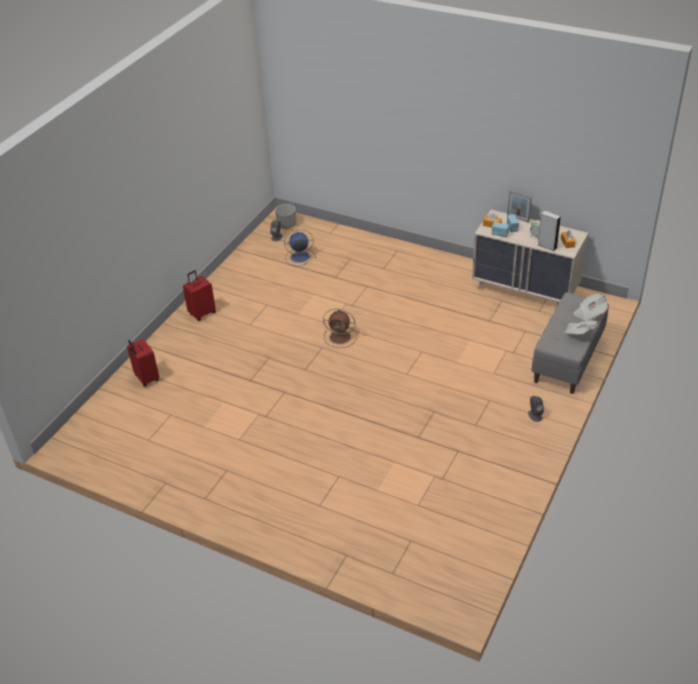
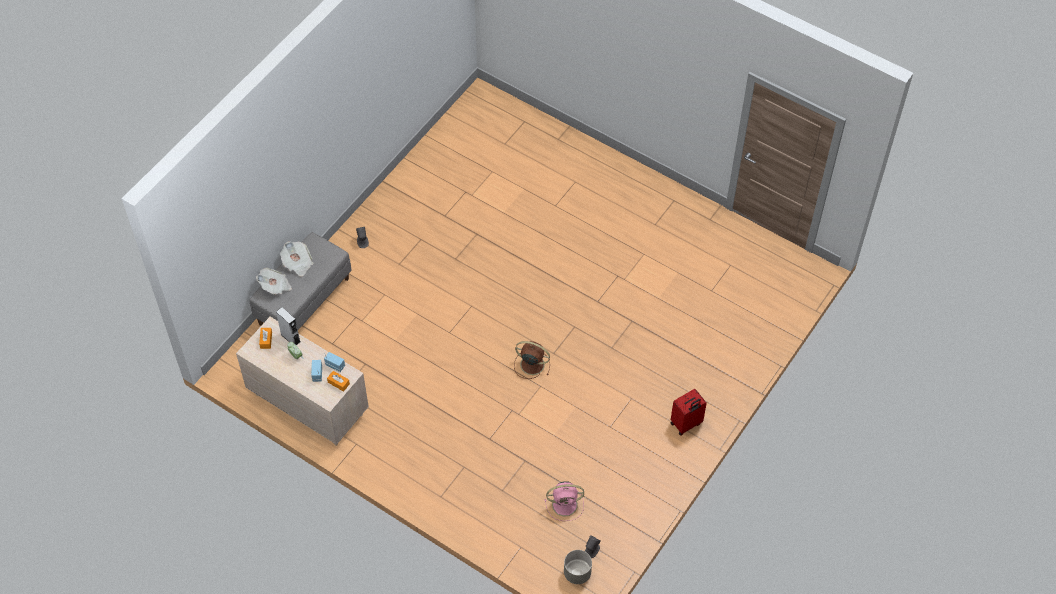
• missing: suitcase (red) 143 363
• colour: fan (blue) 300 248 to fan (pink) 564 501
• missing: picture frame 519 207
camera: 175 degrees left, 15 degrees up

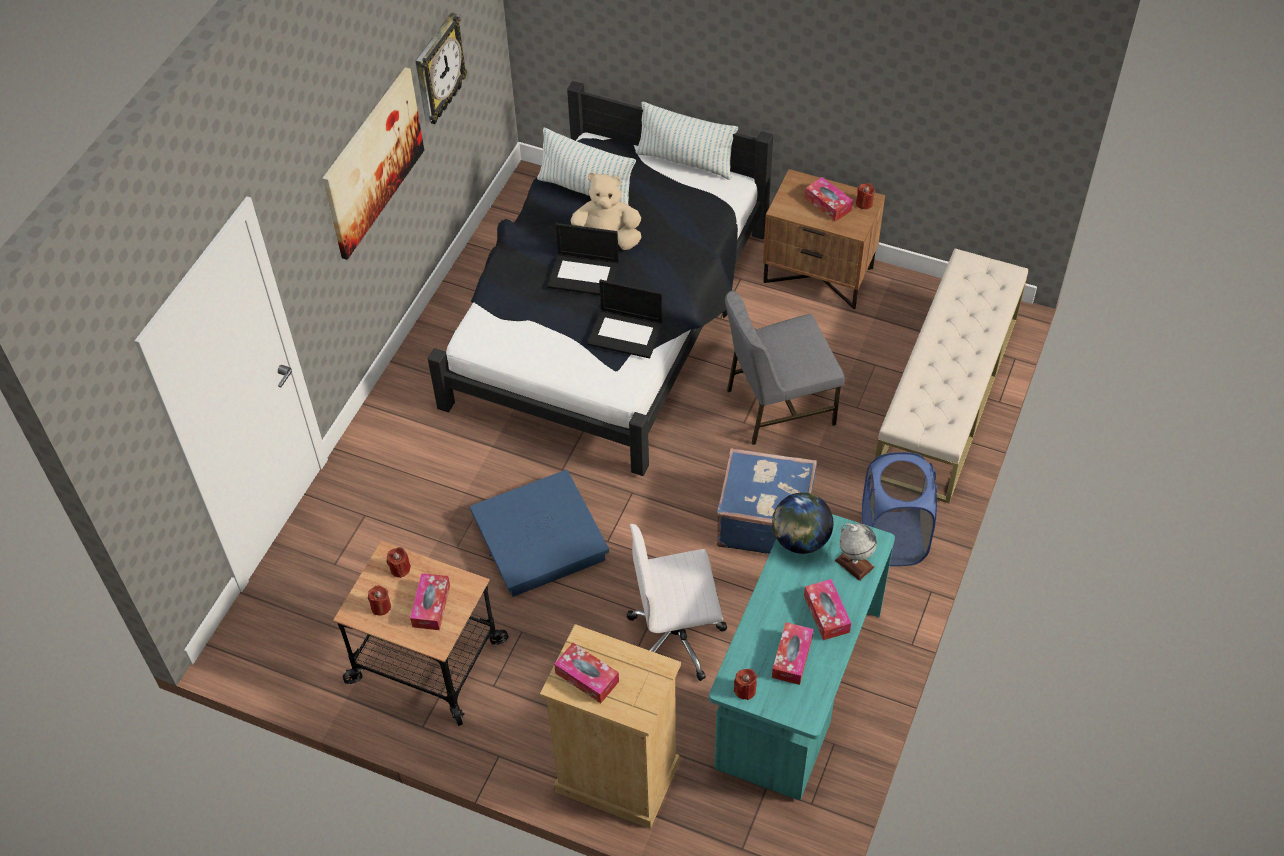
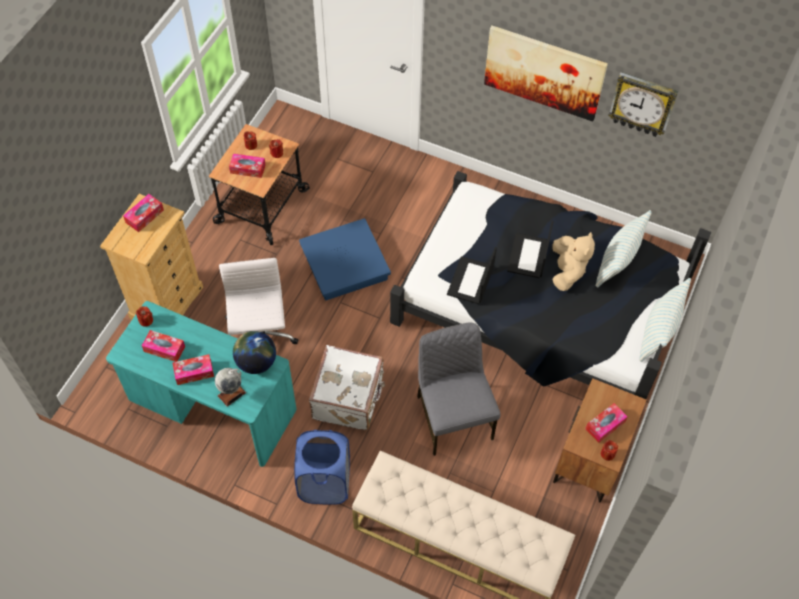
• colour: suitcase (blue) 766 501 to suitcase (white) 347 388
camera: 90 degrees right, 5 degrees up

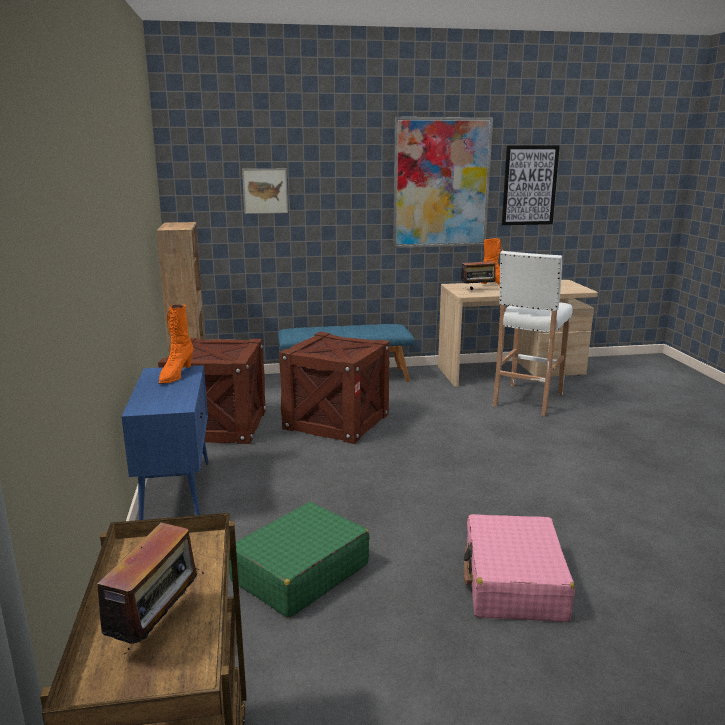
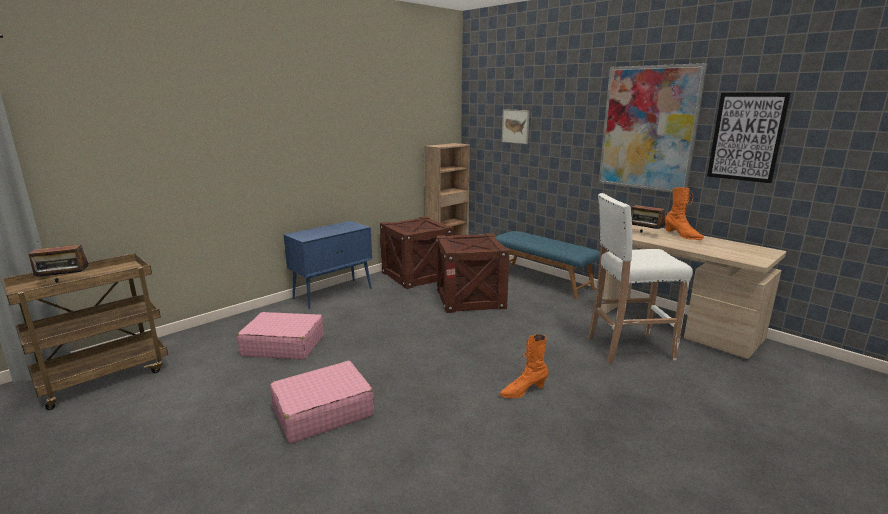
• relocated: boot (orange) 175 343 to 524 366
• colour: suitcase (green) 299 560 to suitcase (pink) 280 336
camera: 55 degrees right, 0 degrees up

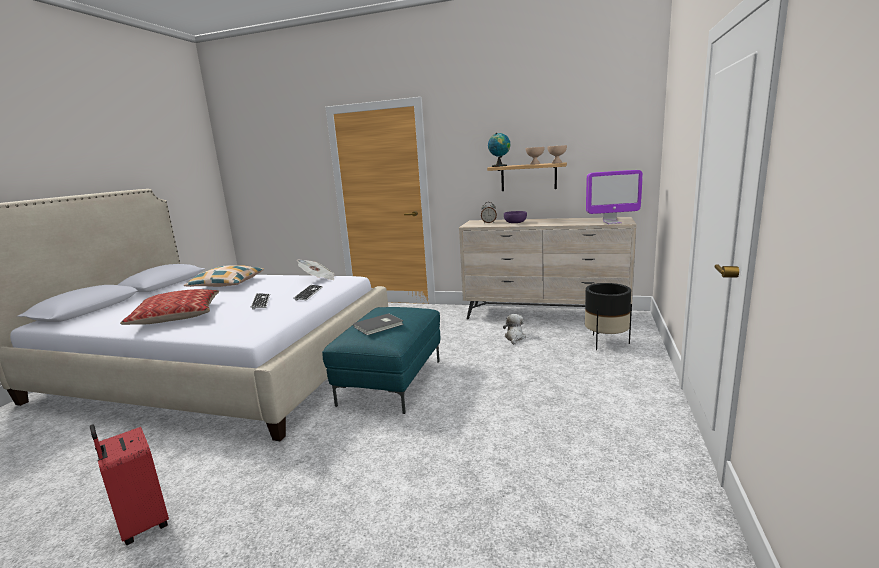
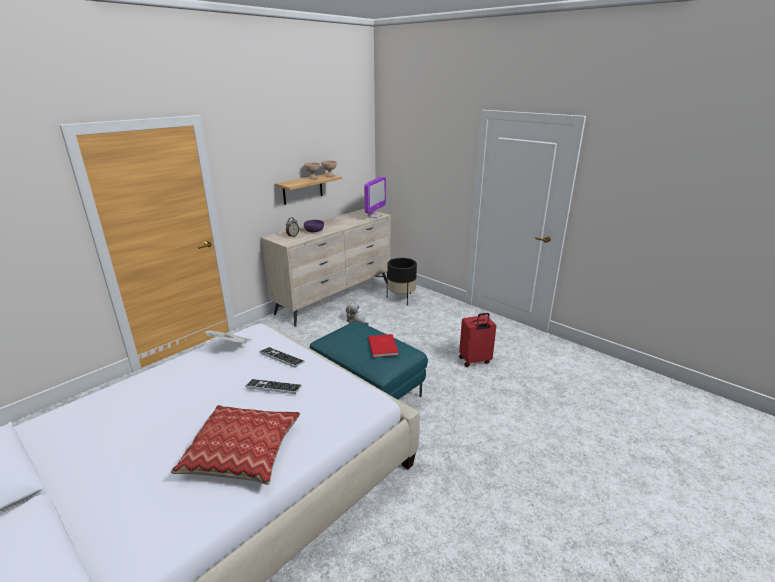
• relocated: suitcase (red) 129 484 to 477 340
• missing: pillow 224 276
• colour: book (grey) 378 324 to book (red) 383 346
• missing: globe 499 150
camera: 65 degrees left, 10 degrees up

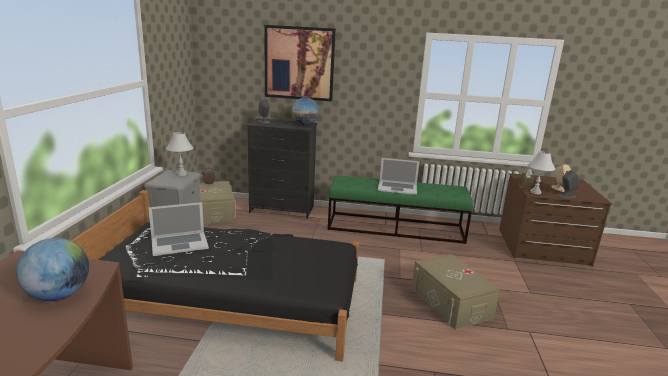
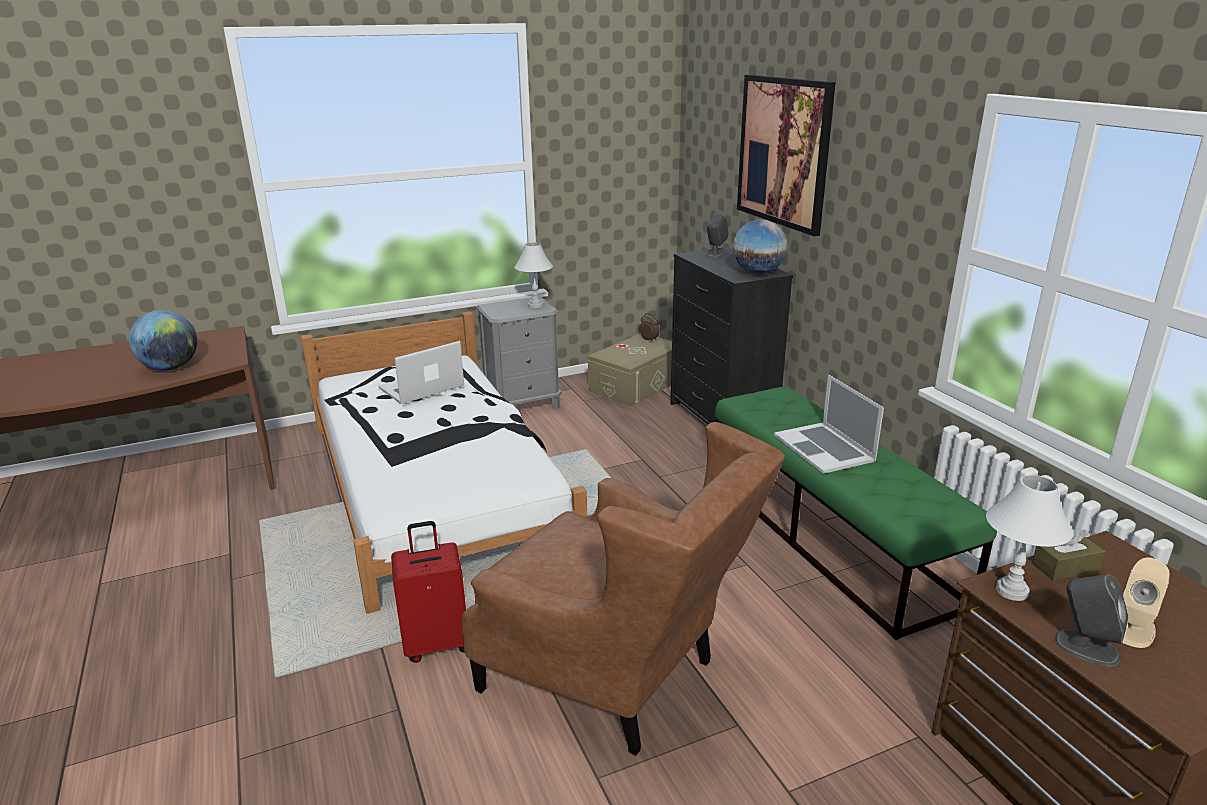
• colour: bed (black) 215 276 to bed (white) 444 462
• spun: laptop 178 229 = 421 372 105 degrees clockwise
• exchanged: storage box (beige) 456 292 to armchair (brown) 623 589
• appeared: suitcase (red) 428 592
camera: 60 degrees right, 5 degrees up

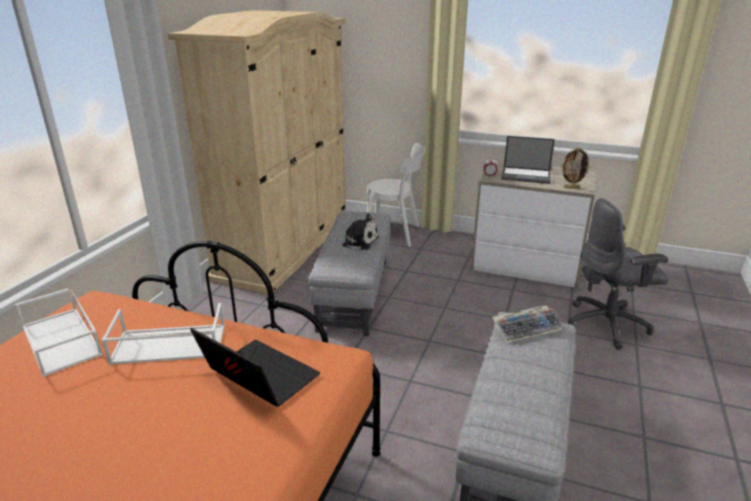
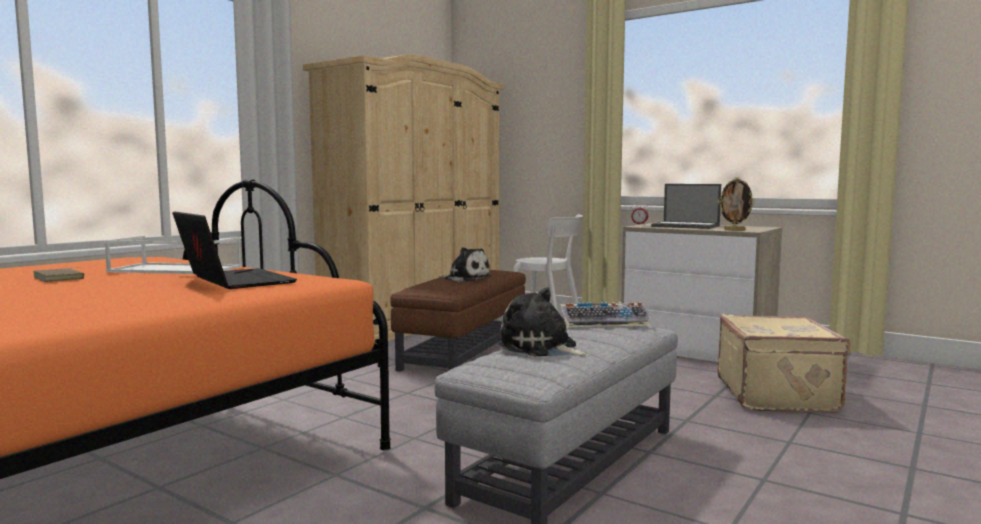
• missing: tray (white) 59 332
• colour: ottoman (grey) 349 273 to ottoman (brown) 458 321
• exchanged: office chair (grey) 618 274 to suitcase (beige) 783 363
• appeared: book (brown) 59 274
• appeared: plush toy 544 322
camera: 15 degrees right, 20 degrees down

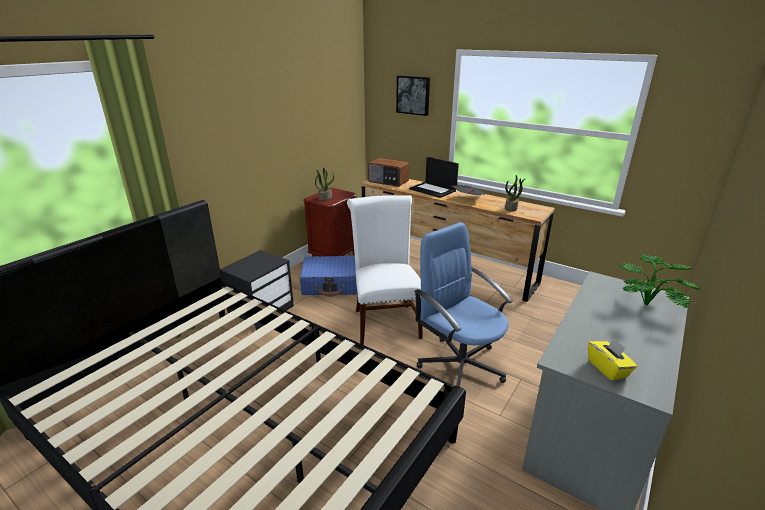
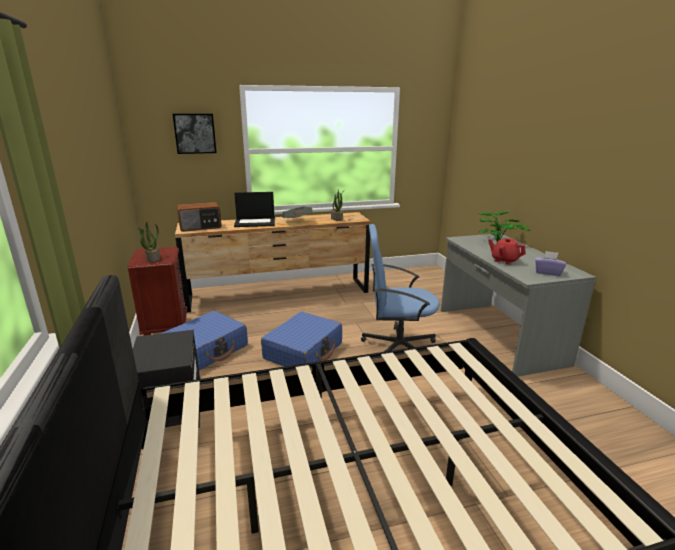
• exchanged: chair (white) 385 270 to suitcase (blue) 301 339
• colour: tissue box (yellow) 612 359 to tissue box (purple) 550 263
• appeared: teapot (red) 507 251
camera: 50 degrees left, 5 degrees down

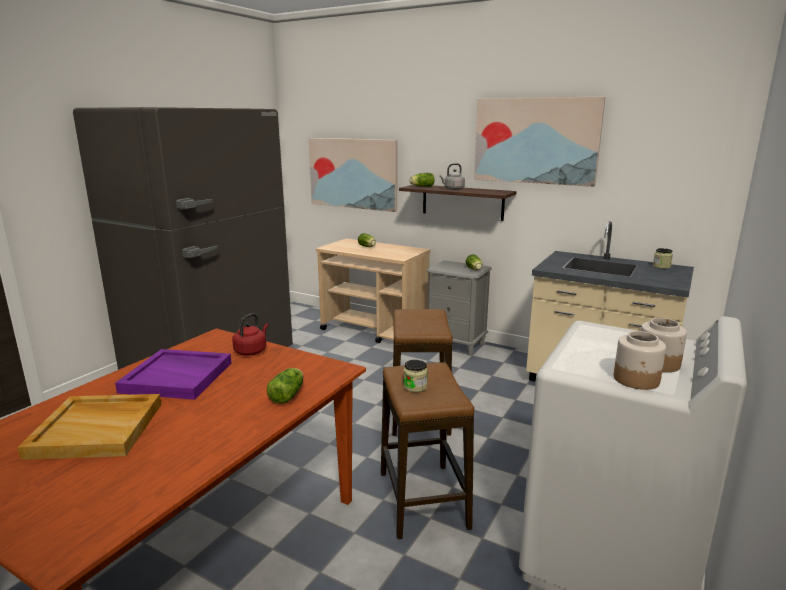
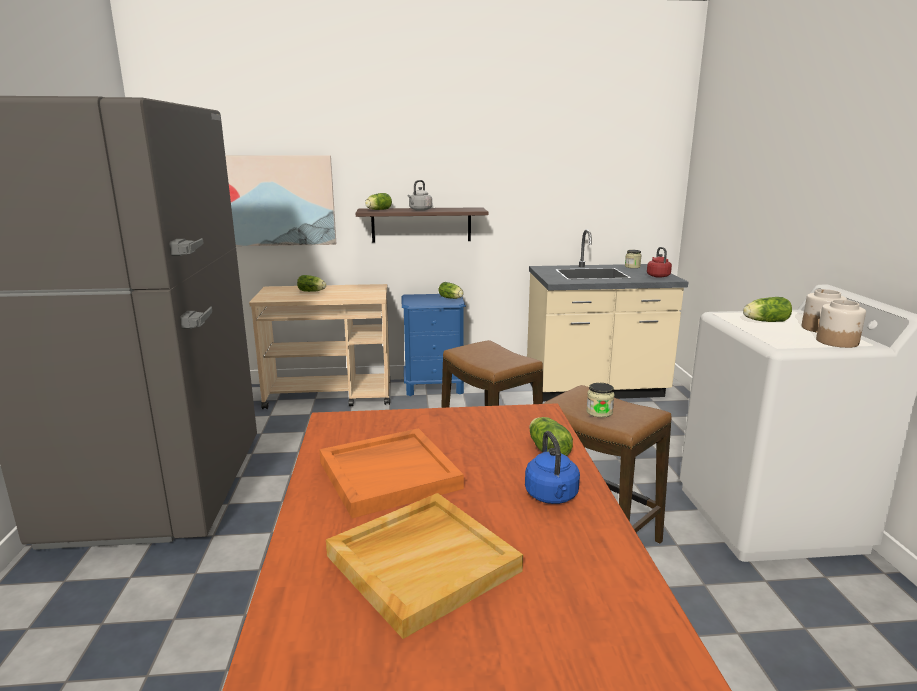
• colour: tray (purple) 173 374 to tray (orange) 391 473
• relocated: kettle (red) 250 334 to 659 262
• colour: nightstand (grey) 459 308 to nightstand (blue) 434 345
• missing: picture 540 142
• appeared: kettle (blue) 552 467
• appeared: lettuce 767 309
camera: 35 degrees left, 0 degrees up

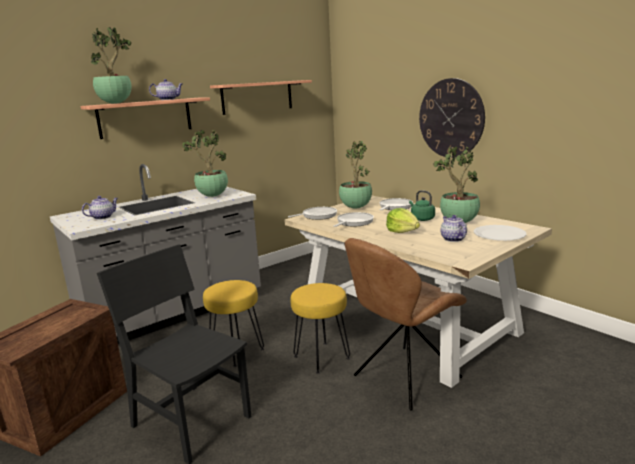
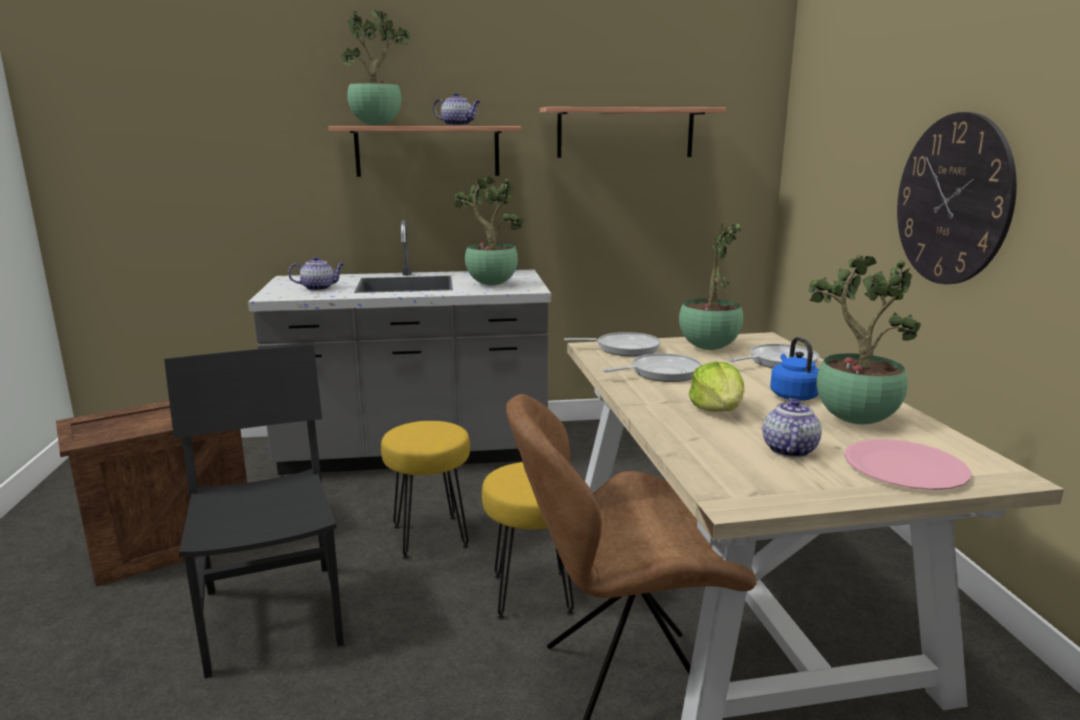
• colour: kettle (green) 422 205 to kettle (blue) 794 369
• colour: plate (white) 500 233 to plate (pink) 907 464
camera: 30 degrees right, 0 degrees up

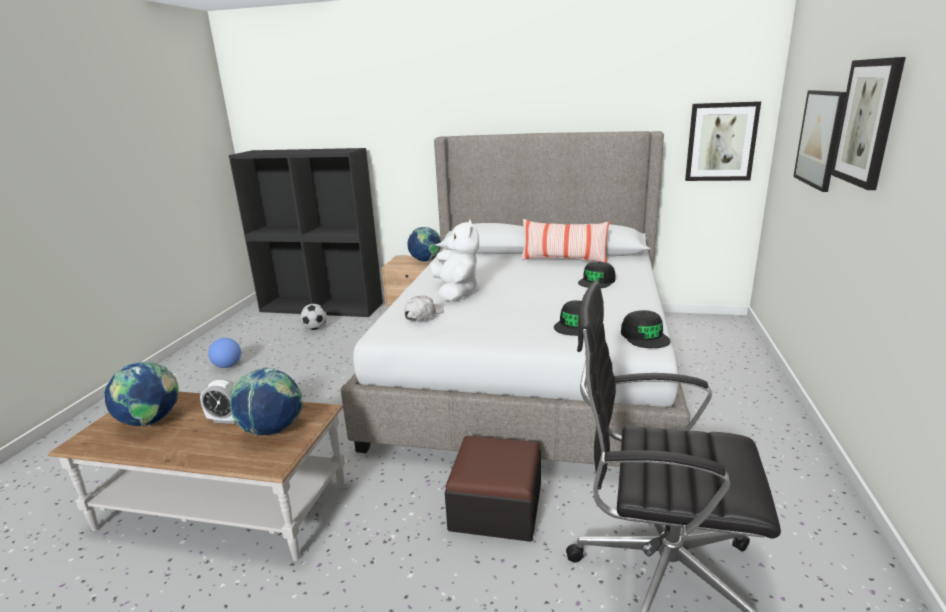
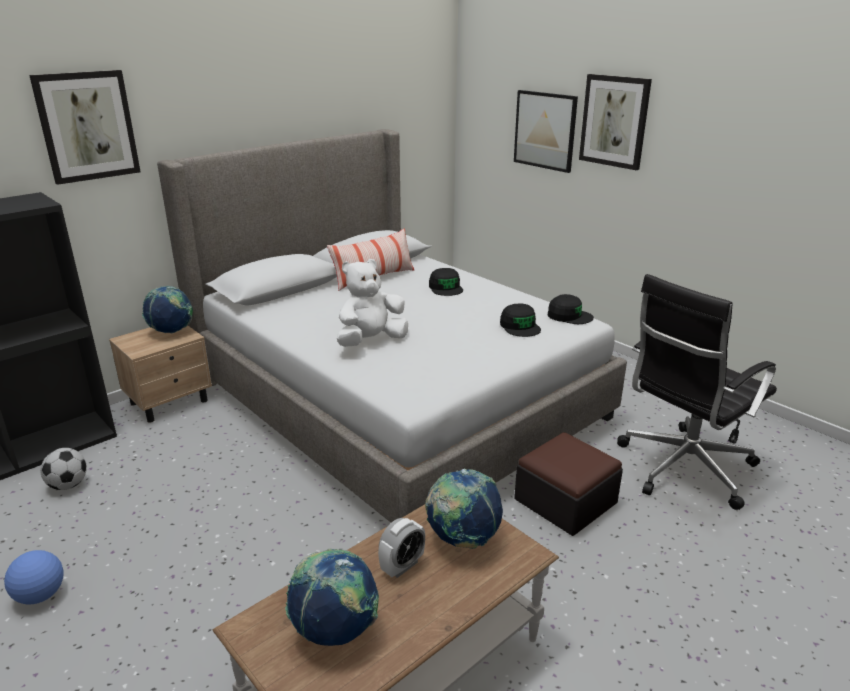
• missing: cap (white) 424 308
• spun: plush toy (white) 454 260 = 372 303 60 degrees counterclockwise
• relocated: picture 723 141 to 85 127
camera: 55 degrees left, 5 degrees up

